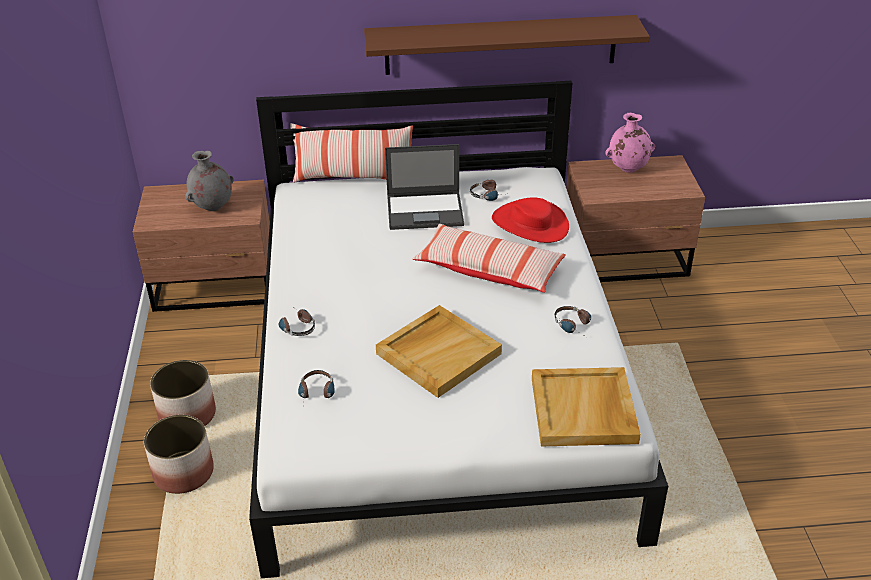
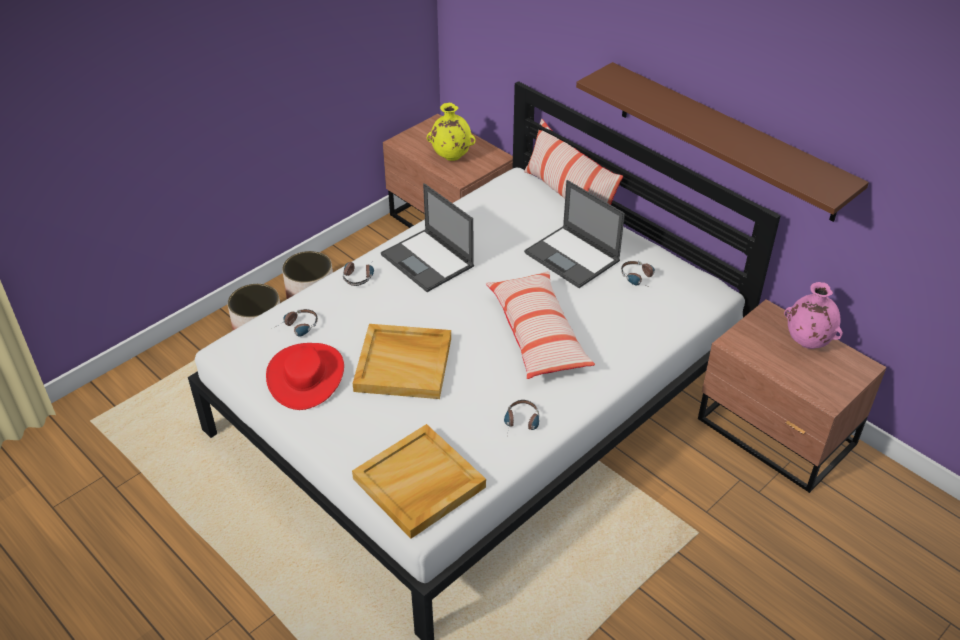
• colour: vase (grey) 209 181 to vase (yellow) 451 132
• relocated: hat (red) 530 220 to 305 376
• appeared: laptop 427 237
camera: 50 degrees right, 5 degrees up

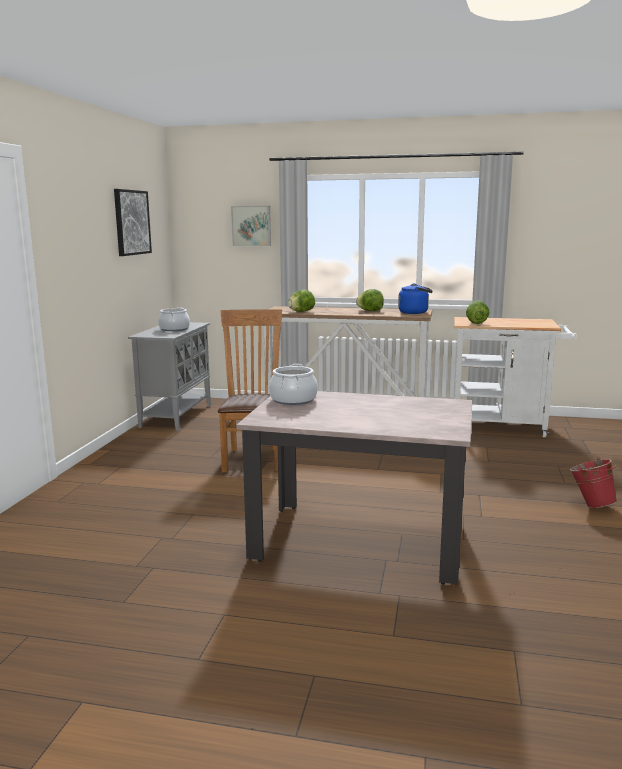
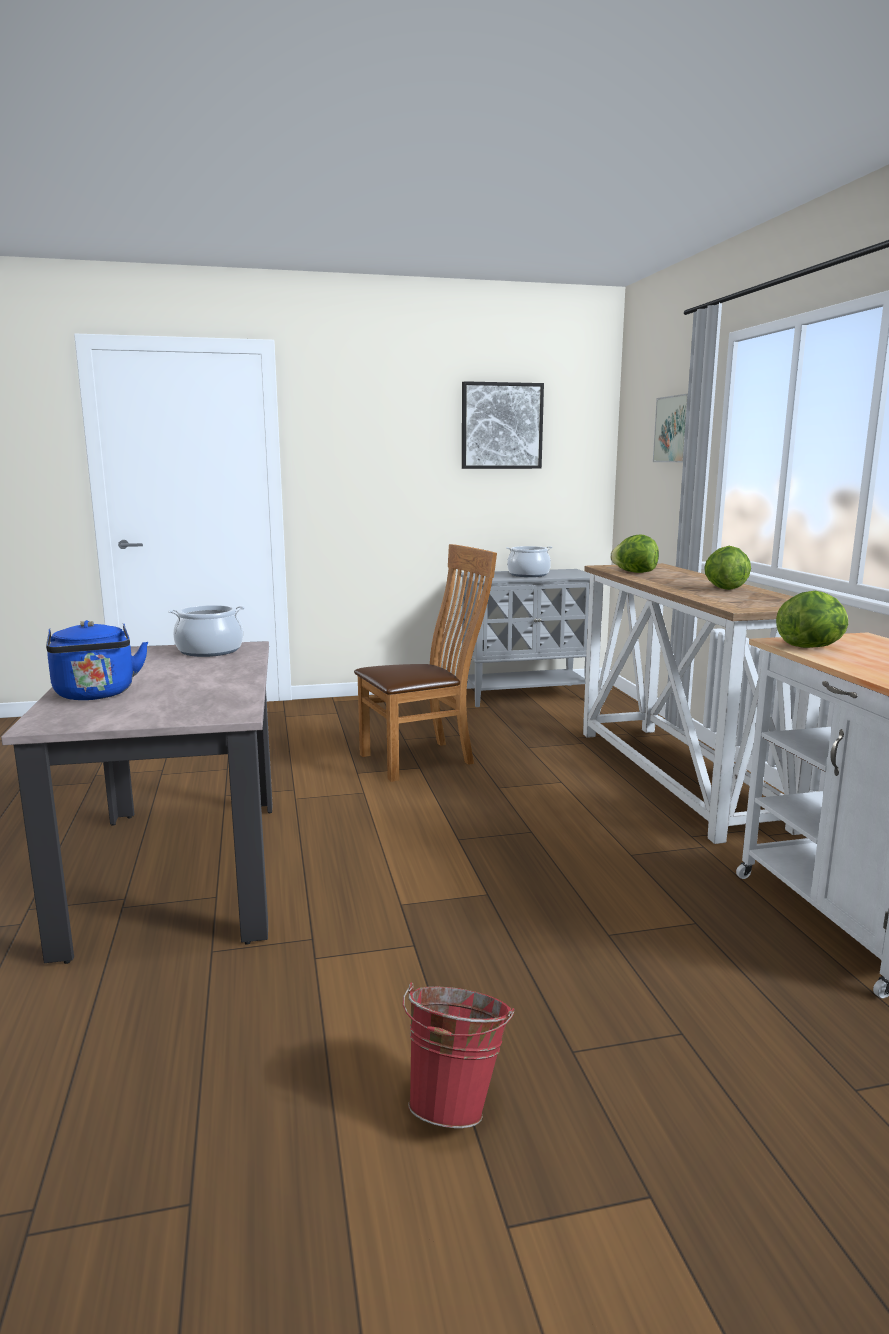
• relocated: kettle (blue) 415 299 to 97 660
camera: 65 degrees right, 0 degrees up

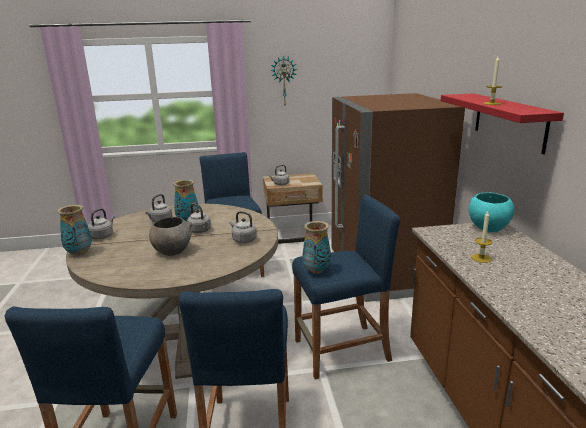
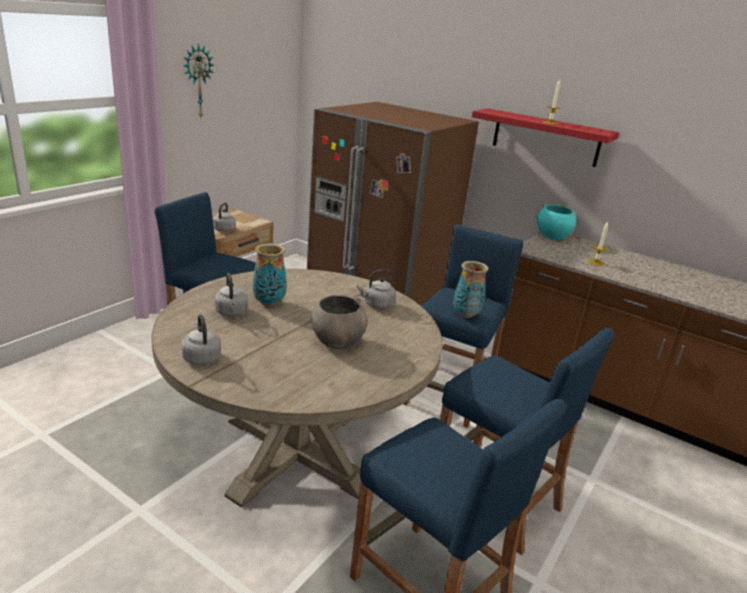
• missing: vase 74 230
• missing: kettle (grey) 199 218
camera: 50 degrees left, 5 degrees up

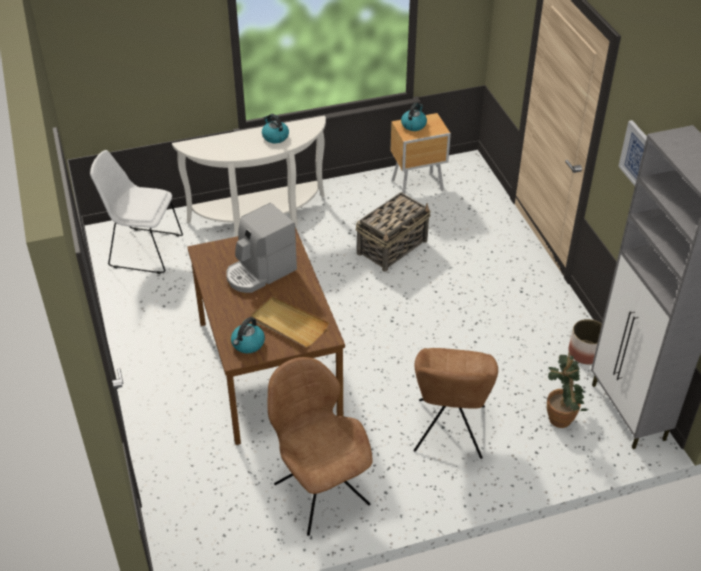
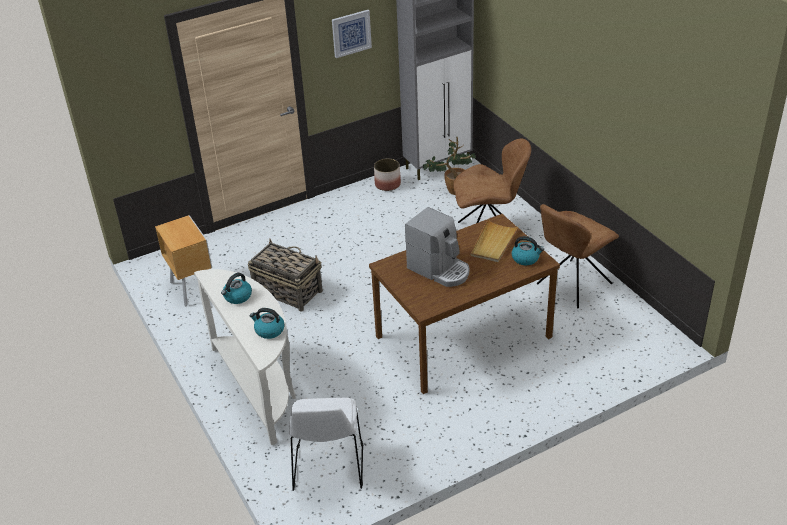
• relocated: kettle 414 117 to 266 323
camera: 100 degrees left, 5 degrees down

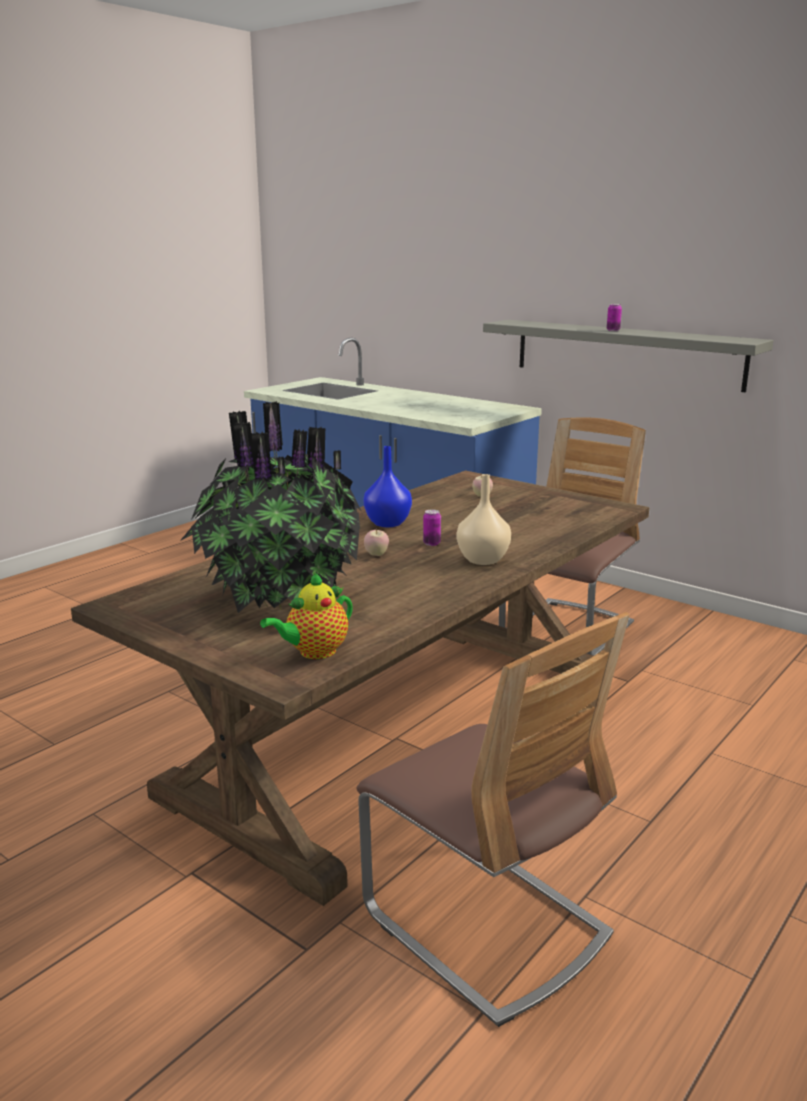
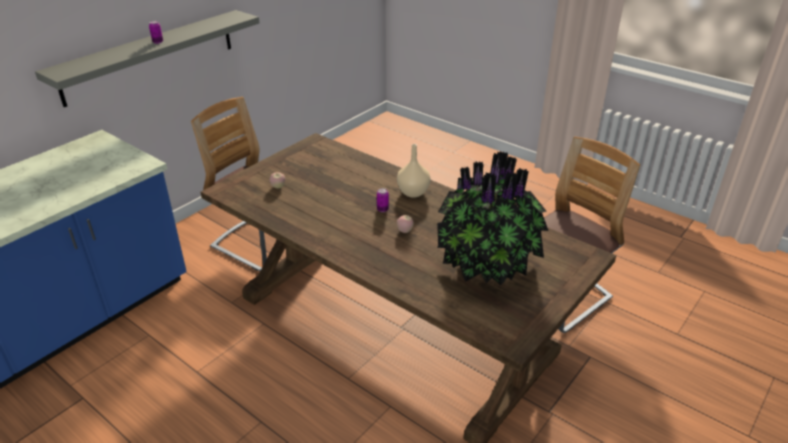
• missing: teapot 306 615
• missing: vase (blue) 387 486
camera: 90 degrees left, 15 degrees up

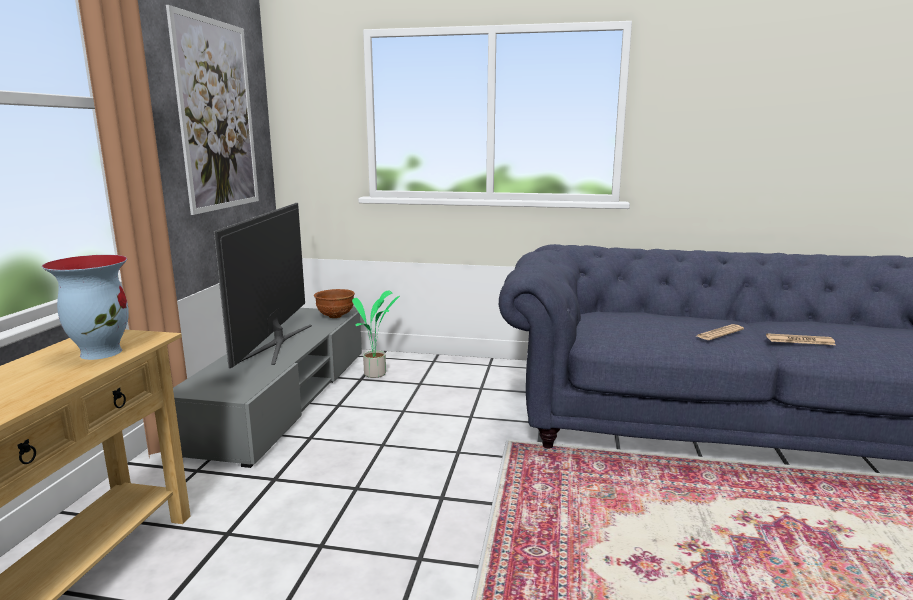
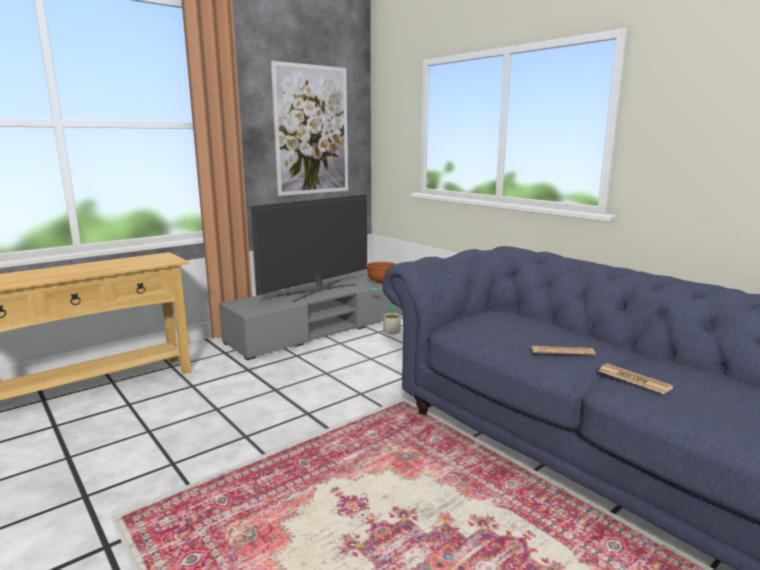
• missing: vase 85 307
camera: 40 degrees right, 0 degrees up

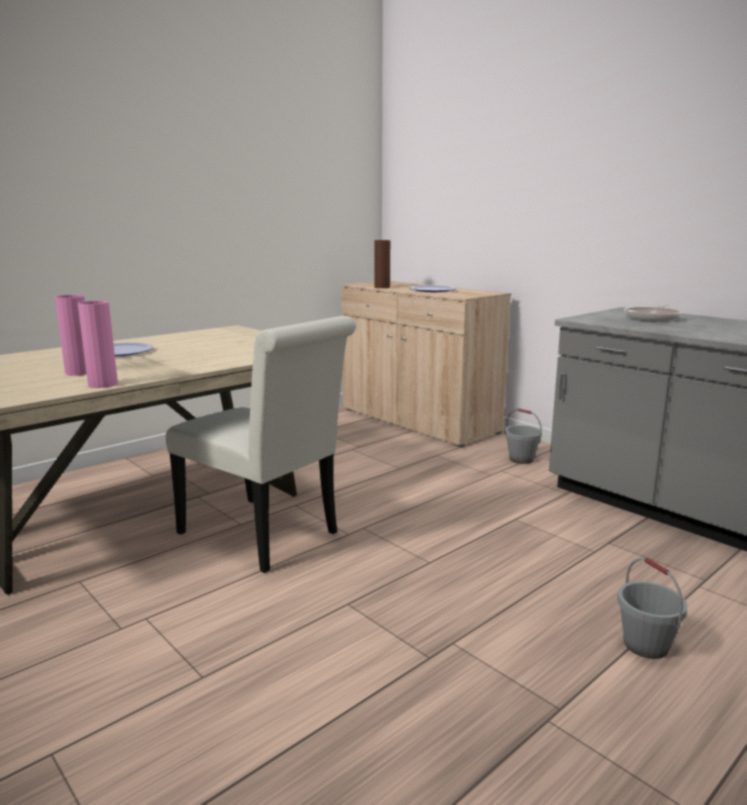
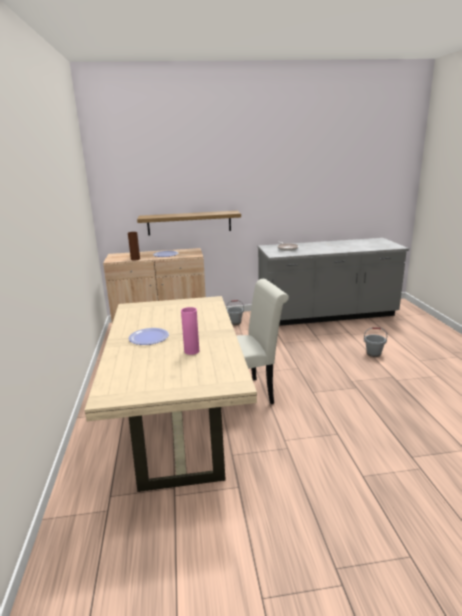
• missing: vase (pink) 98 344
• appeared: shelf 189 223
camera: 55 degrees left, 5 degrees up

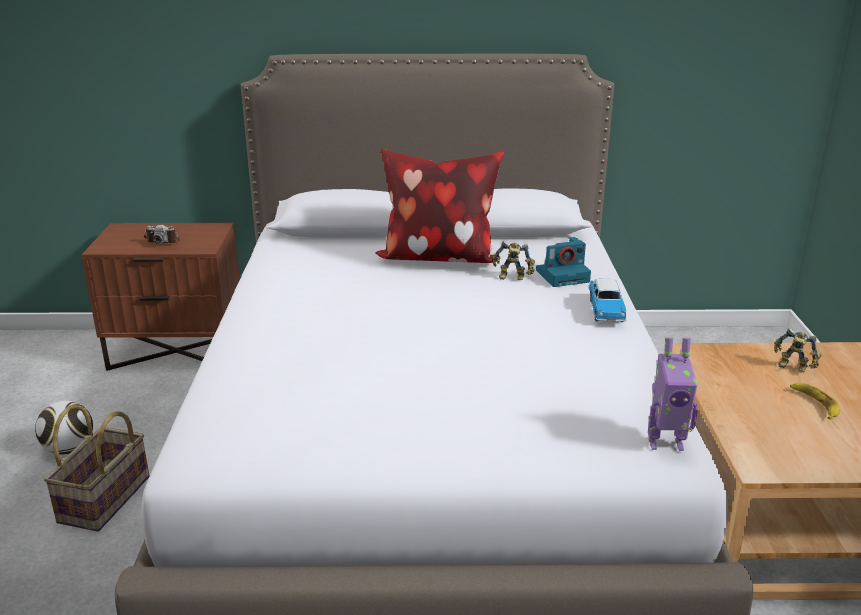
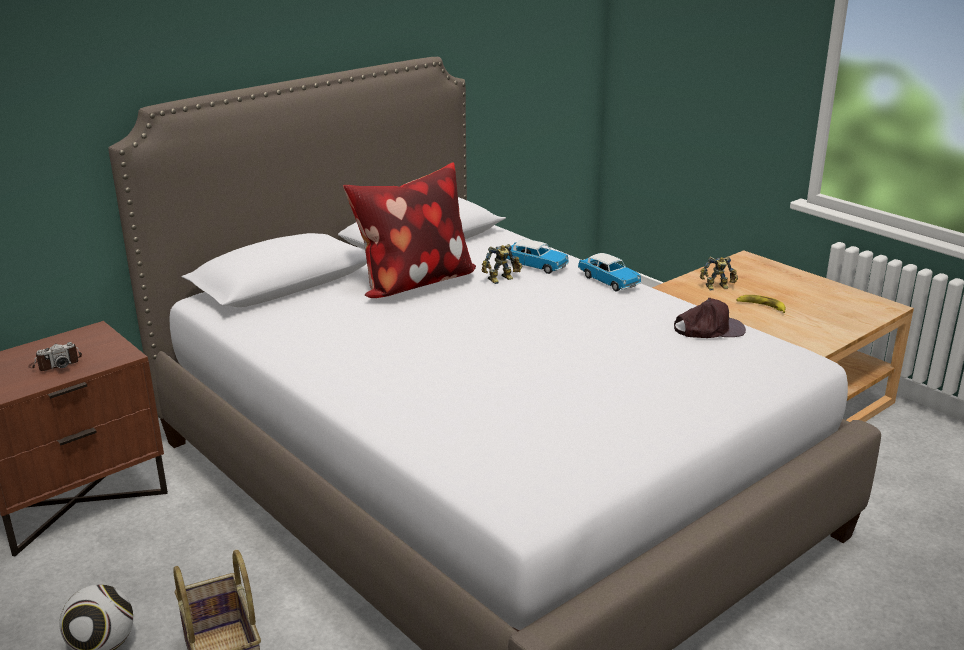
• exchanged: photo camera 563 262 to toy car 538 256
• missing: toy robot 673 394
• appeared: cap (brown) 710 318
camera: 40 degrees left, 0 degrees up

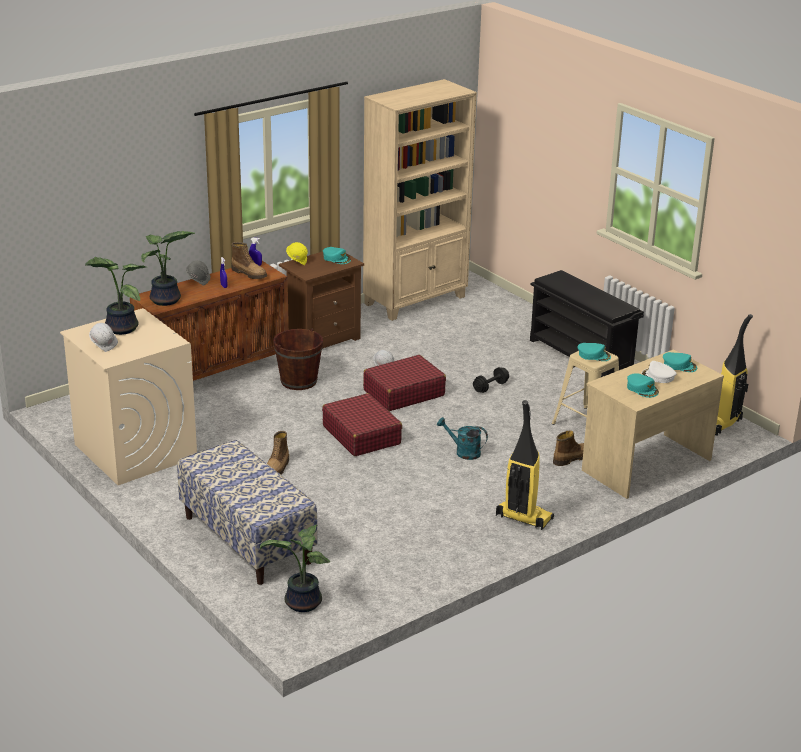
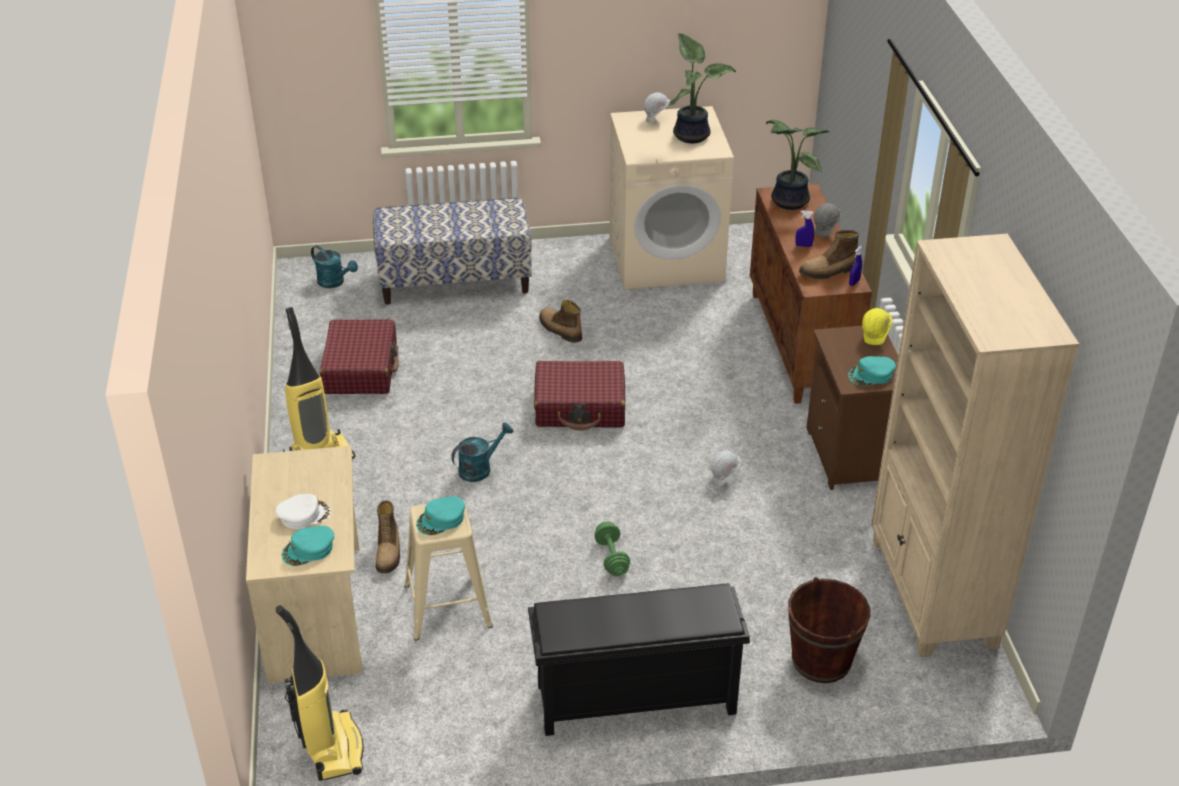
• exchanged: potted plant 295 568 to watering can (turquoise) 334 266
• relocated: bucket (brown) 298 359 to 829 630
• relocated: suitcase (red) 404 383 to 359 356
• colour: dumbbell (black) 491 380 to dumbbell (green) 612 548
• missing: cap (turquoise) 643 385
camera: 120 degrees right, 10 degrees up

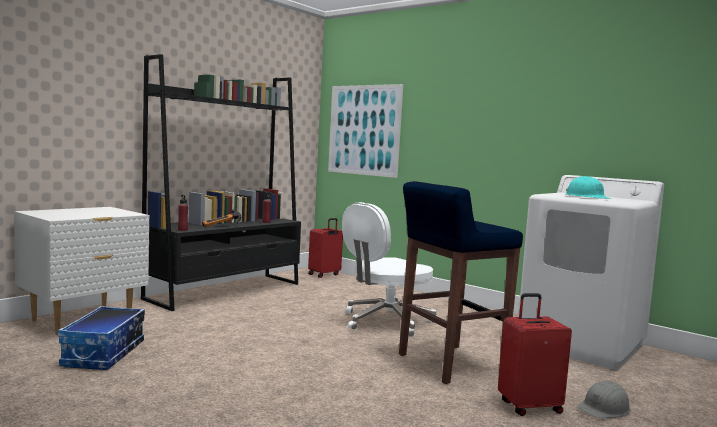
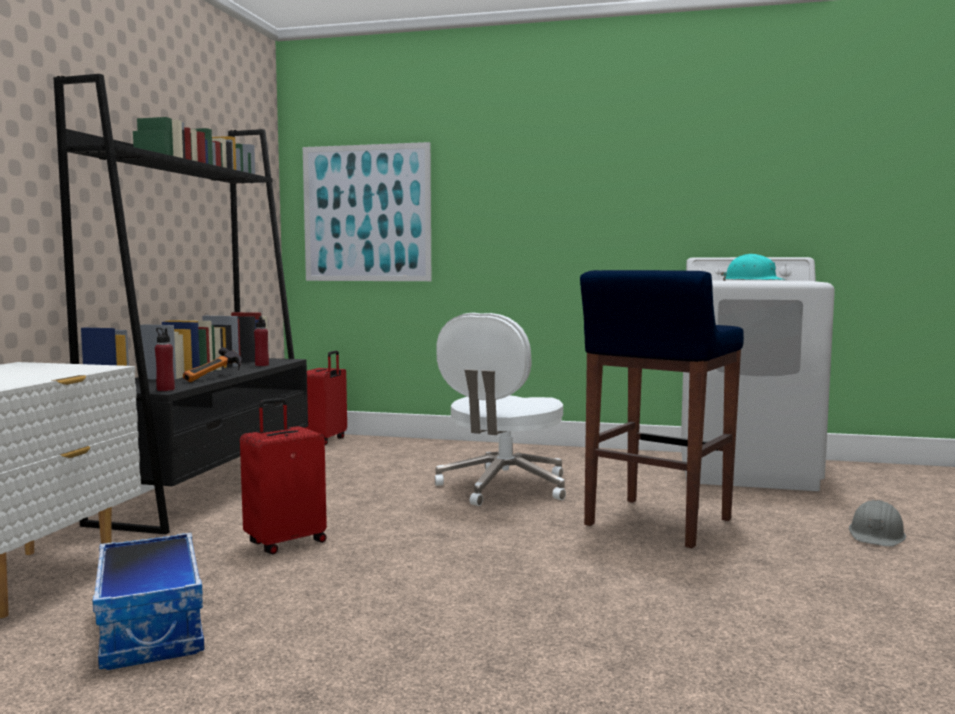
• relocated: suitcase (red) 535 354 to 283 476
camera: 25 degrees left, 0 degrees up

